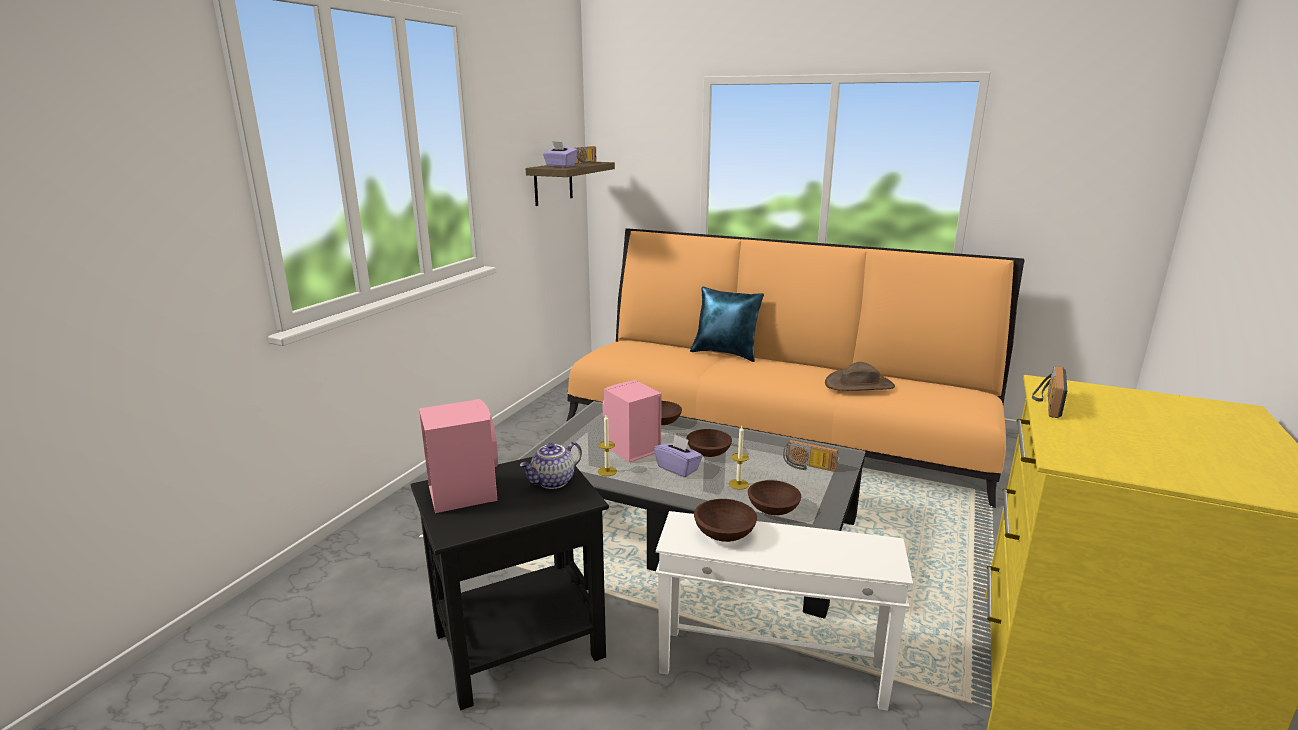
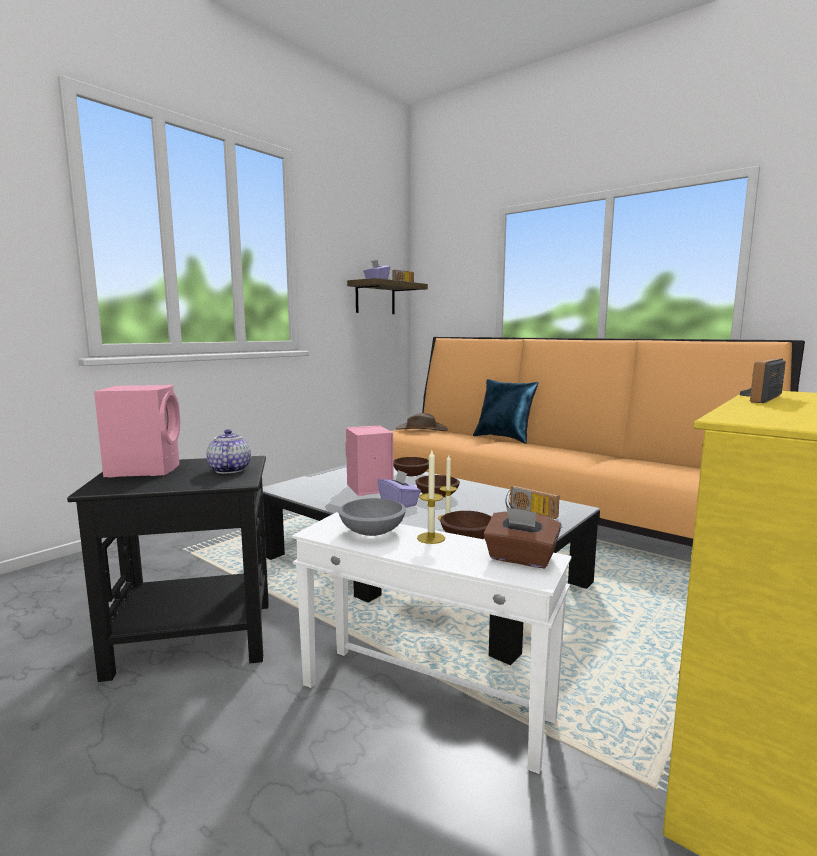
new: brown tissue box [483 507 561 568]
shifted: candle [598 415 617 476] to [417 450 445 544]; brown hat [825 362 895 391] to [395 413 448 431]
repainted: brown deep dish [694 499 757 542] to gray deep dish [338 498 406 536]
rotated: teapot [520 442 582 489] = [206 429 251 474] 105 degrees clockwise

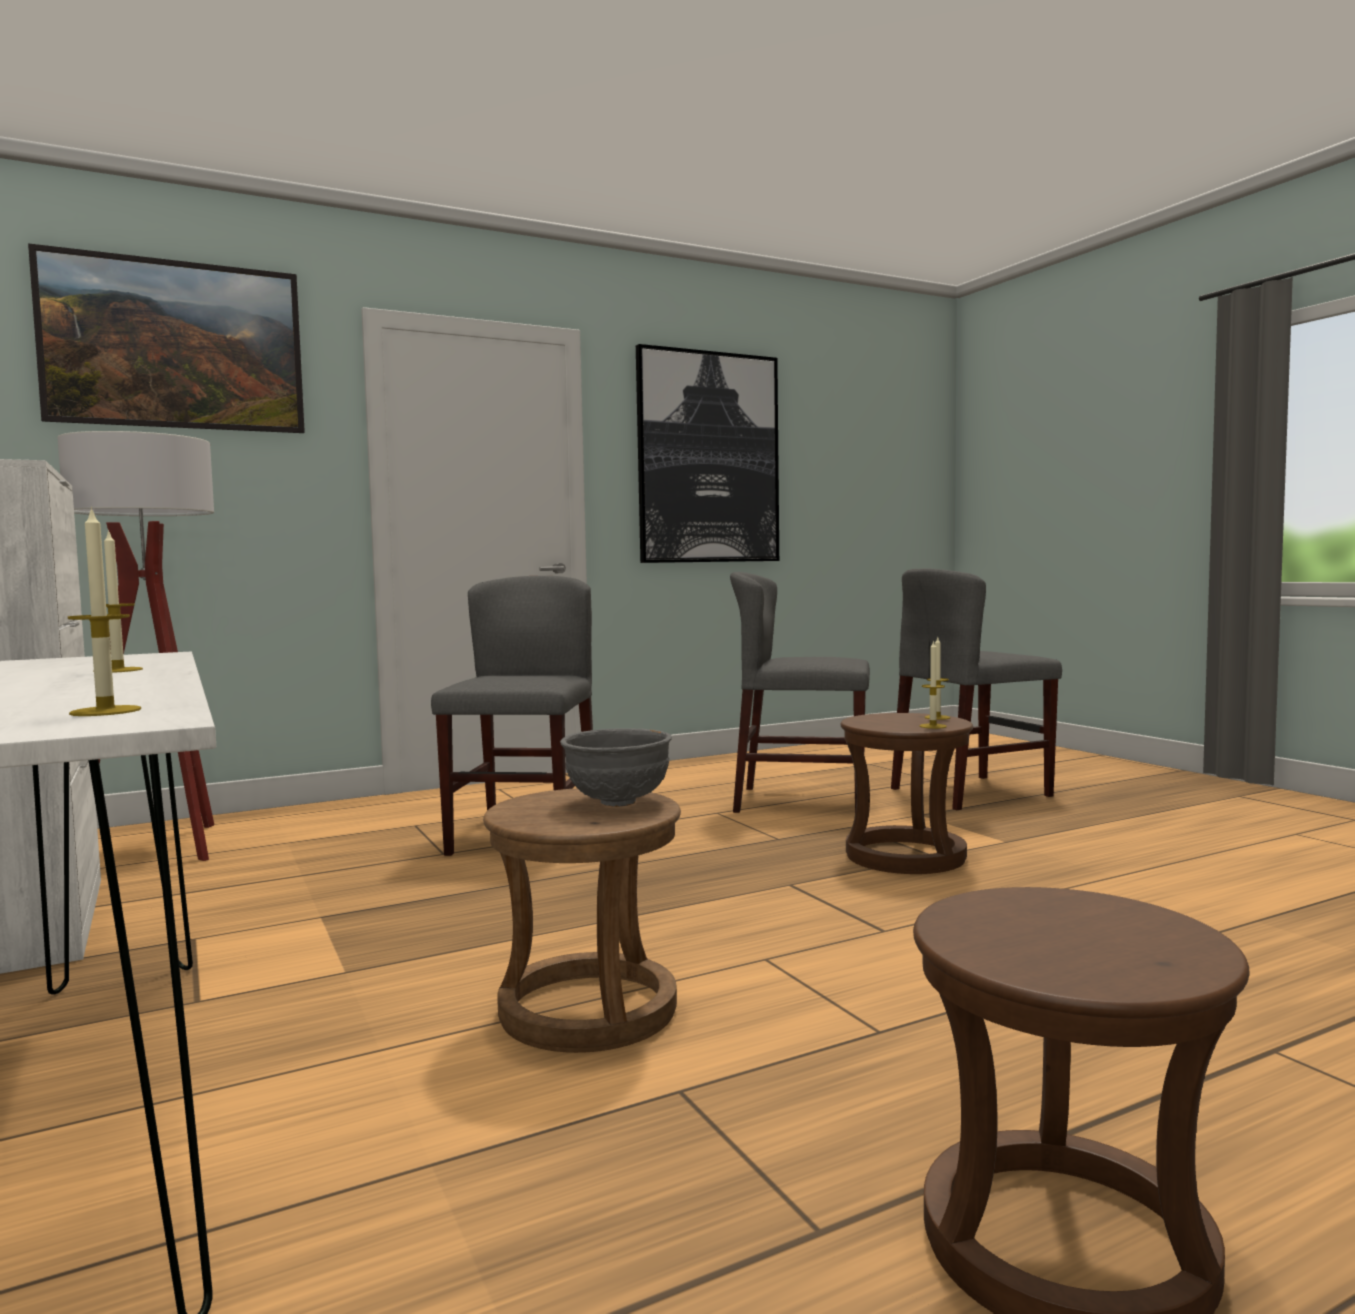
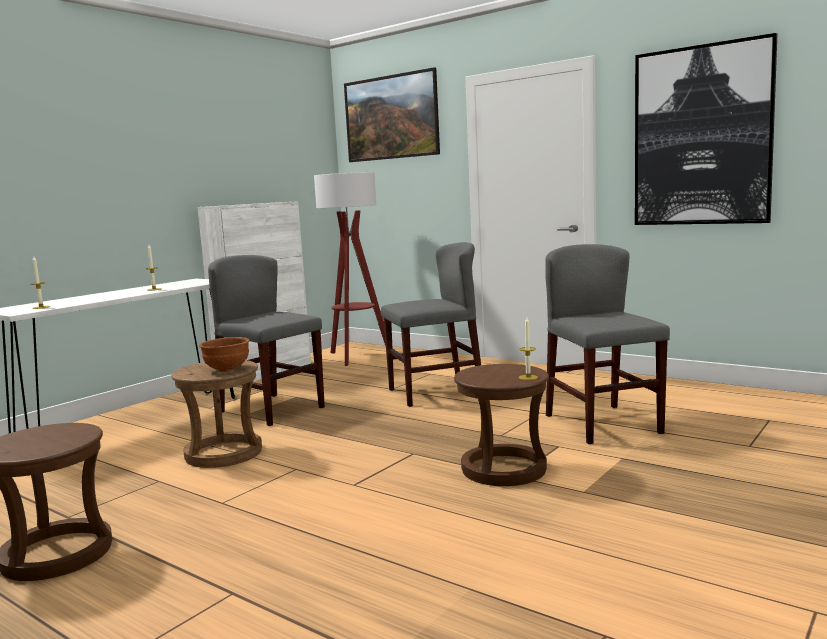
gone: candle [919 640 947 729]
shifted: gray upright chair [891 568 1062 810] to [208 255 325 426]
repainted: gray deep dish [560 728 672 807] to brown deep dish [199 337 250 372]

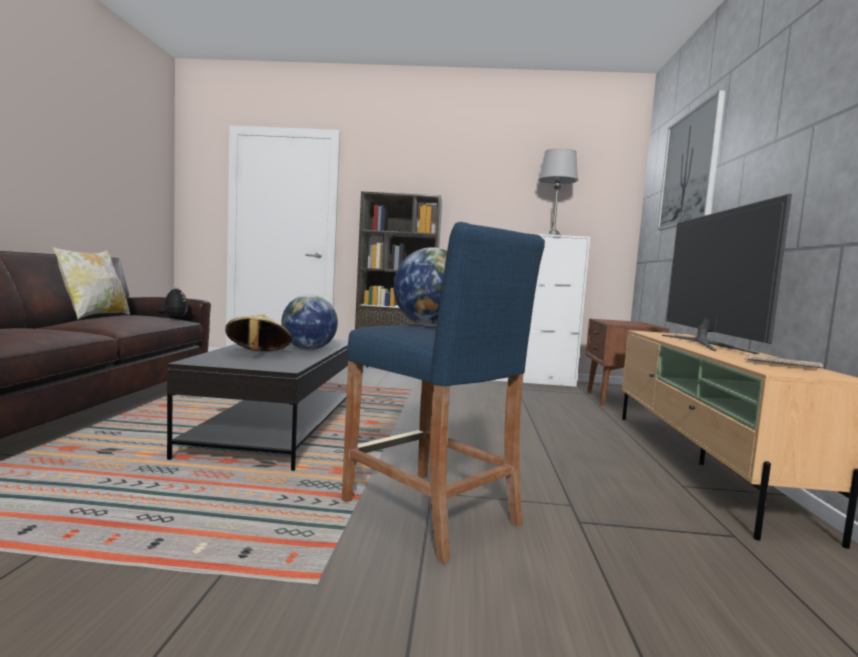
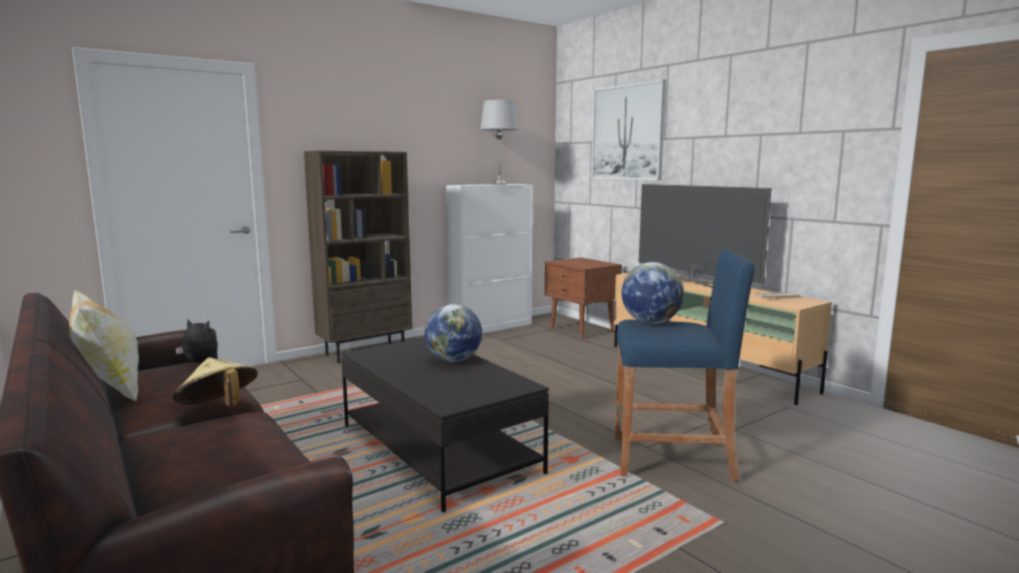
shifted: beige-coloured hat [225 314 292 351] to [173 357 258 406]

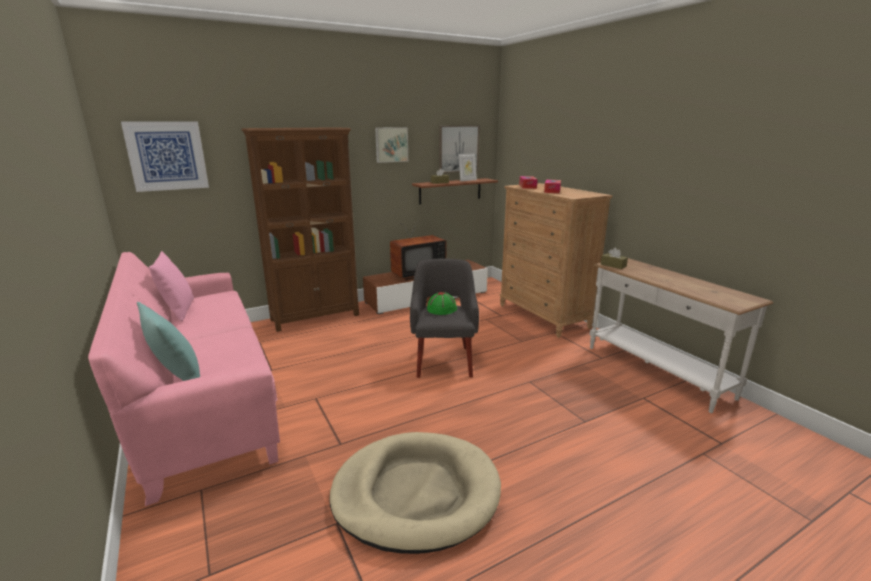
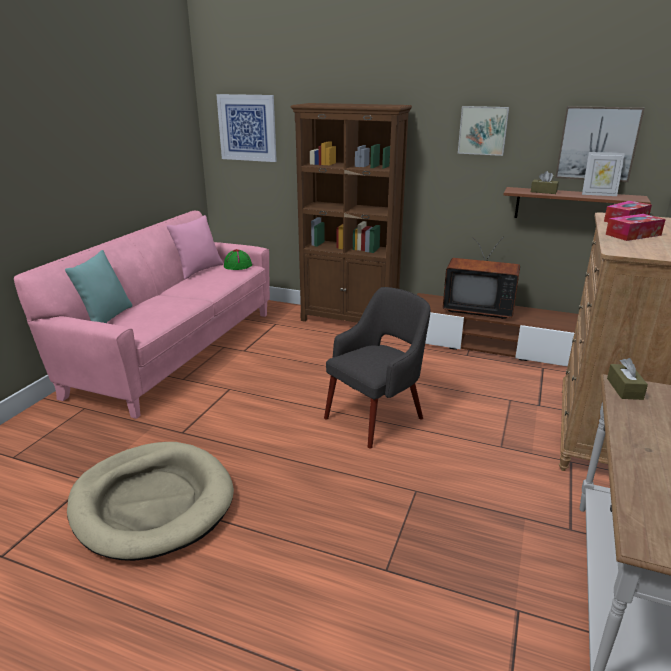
shifted: green-coloured hat [427 292 457 315] to [224 249 252 270]

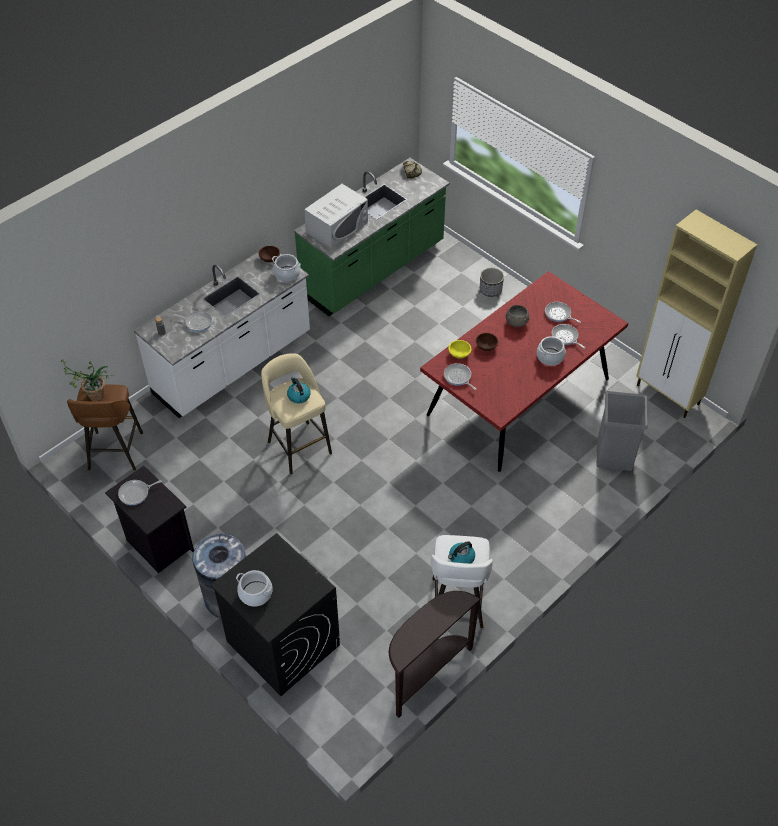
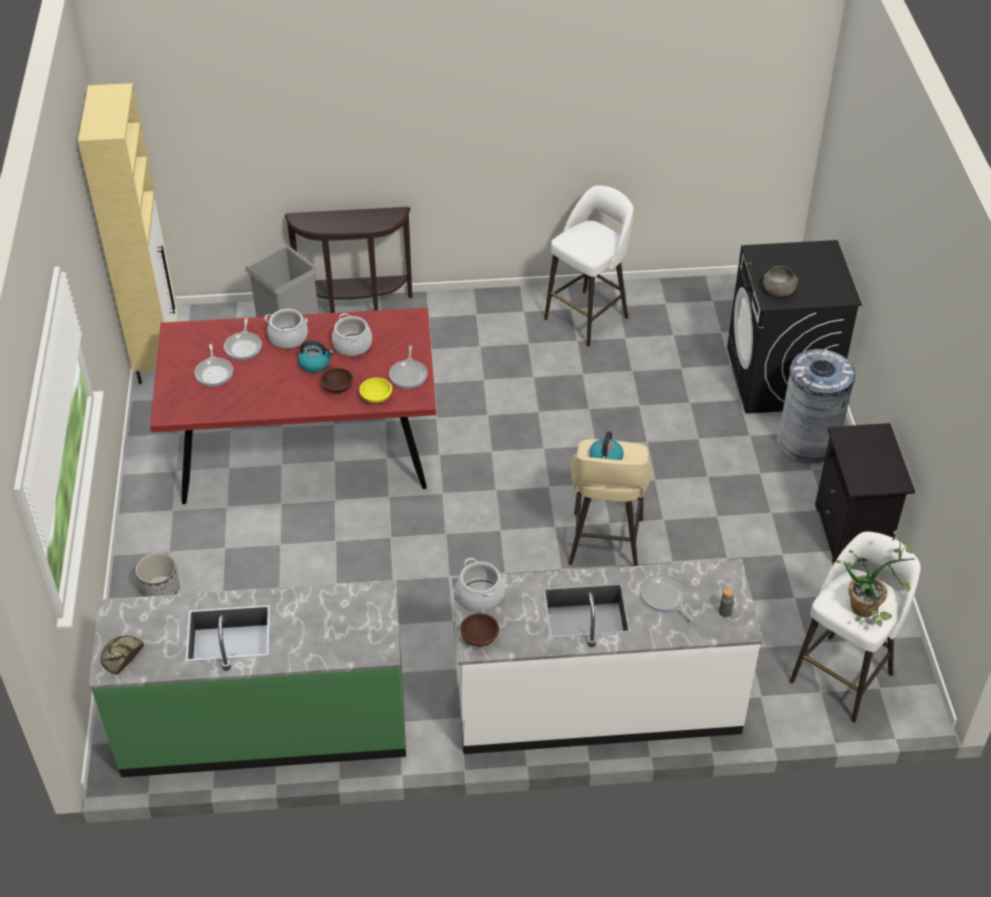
gone: pan [118 480 162 505]; white microwave oven [304 184 368 248]
shifted: stockpot [236 570 273 607] to [332 313 372 356]; brown narrow table [389 591 481 718] to [285 207 412 313]; tea kettle [448 541 475 563] to [298 341 334 373]; gray deep dish [505 305 530 327] to [763 266 798 297]
repainted: brown stool [67 384 143 471] to white stool [790 532 921 722]

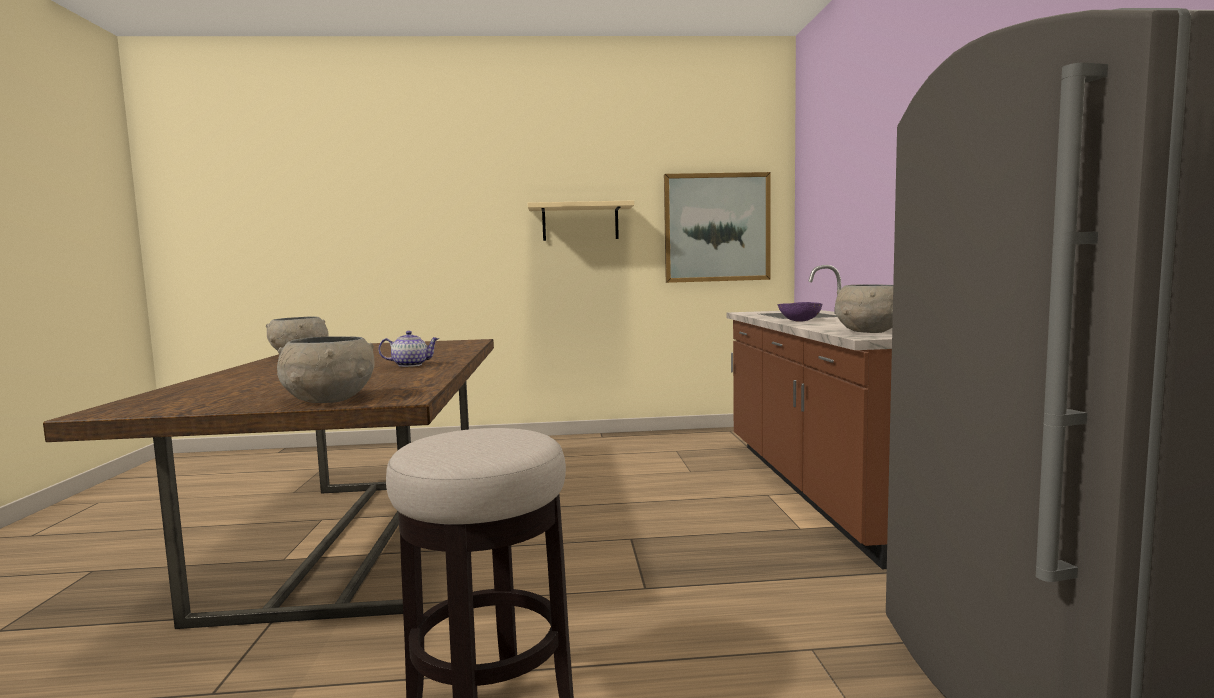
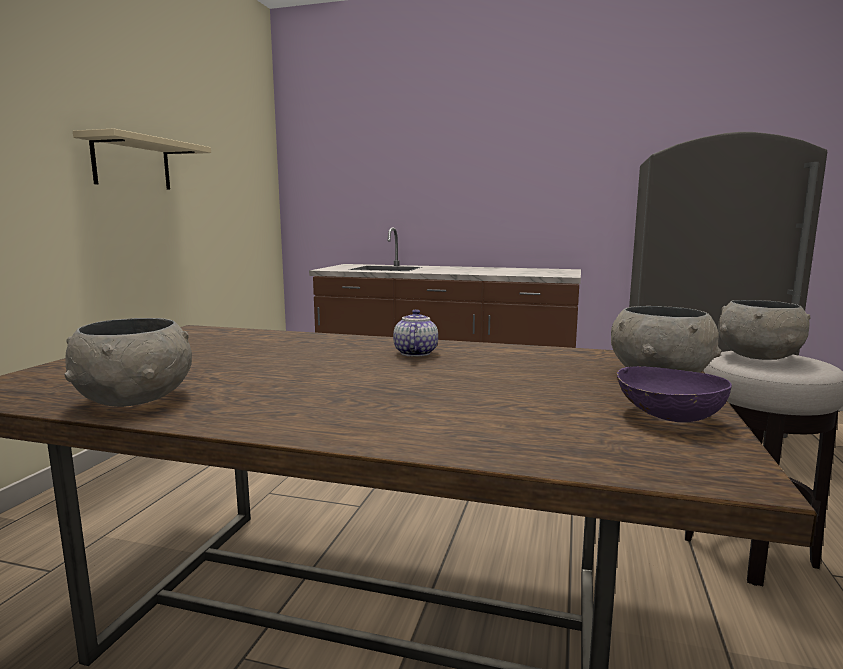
gone: wall art [664 172 771 283]
shifted: purplish deep dish [777 302 822 322] to [617 366 732 422]; gray deep dish [835 284 893 333] to [718 300 810 360]

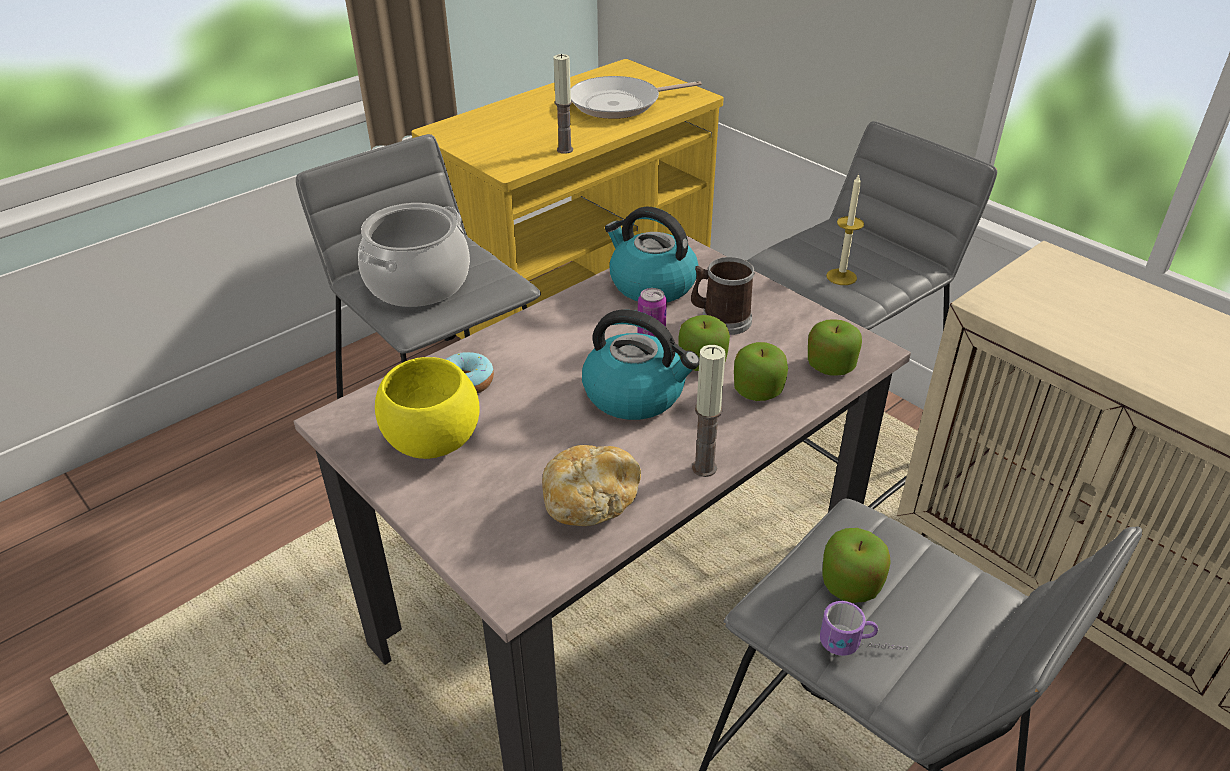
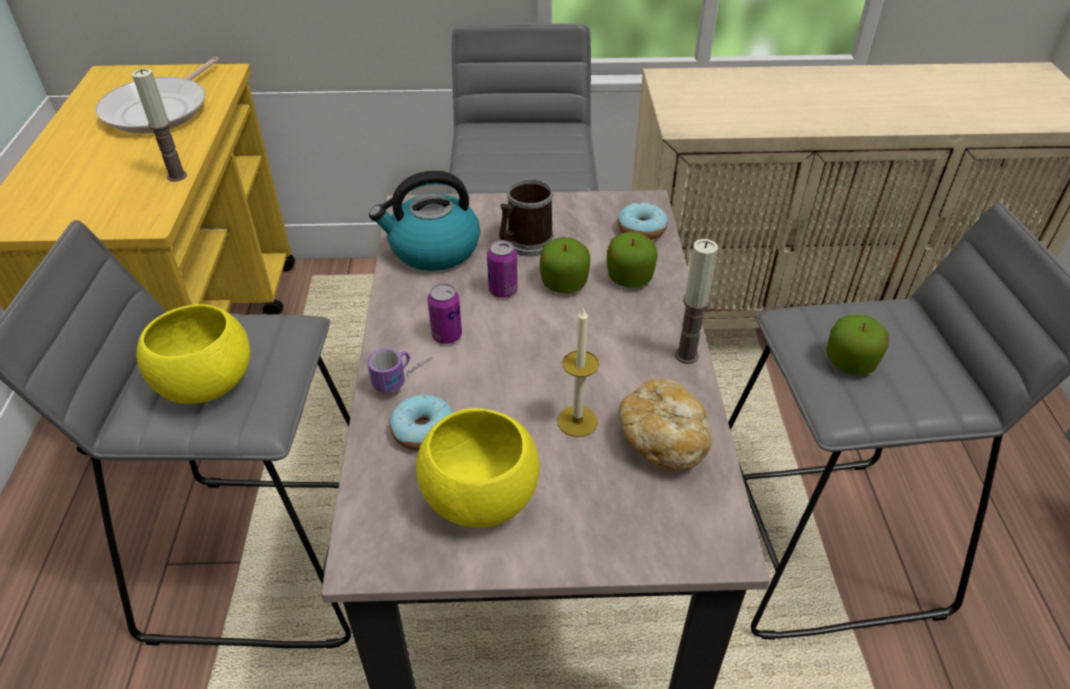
gone: tea kettle [582 310 699 420]
new: metal can [427 284 462 344]
shifted: tea mug [820 601 908 656] to [367 348 432 393]; candle [826 173 864 285] to [558 307 599 437]
swapped: stockpot [358 203 470 307] to yellowish deep dish [136 304 250 404]; apple fruit [808 319 862 376] to donut [618 203 667 240]

